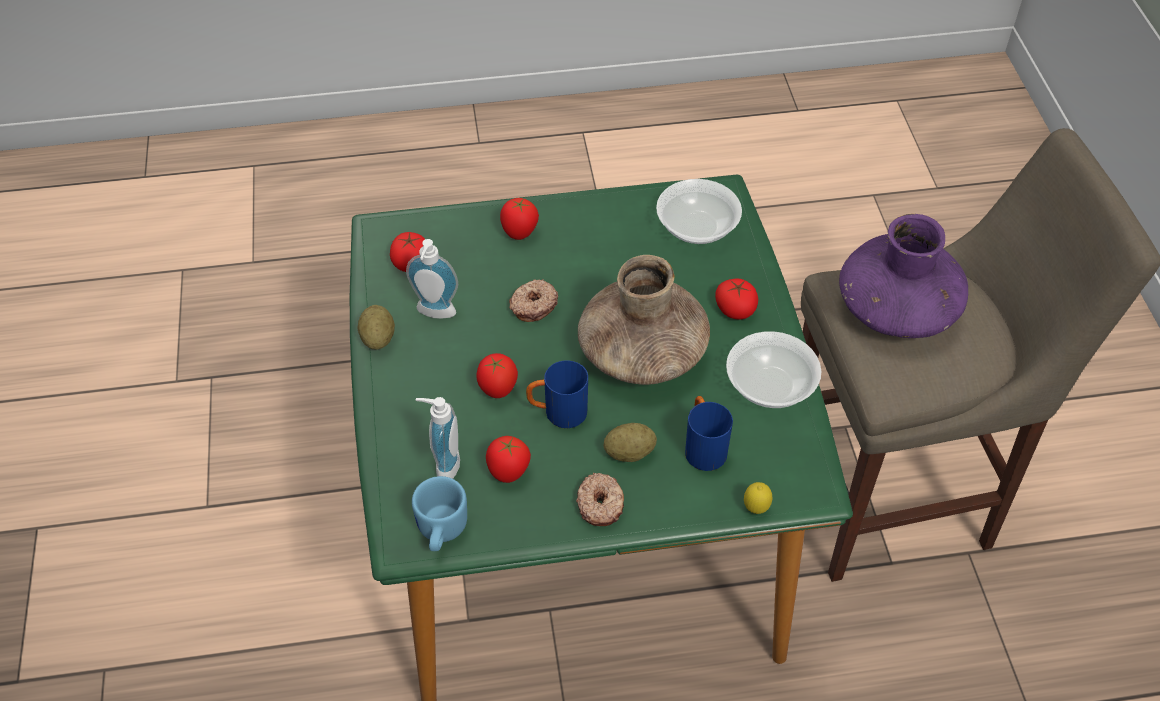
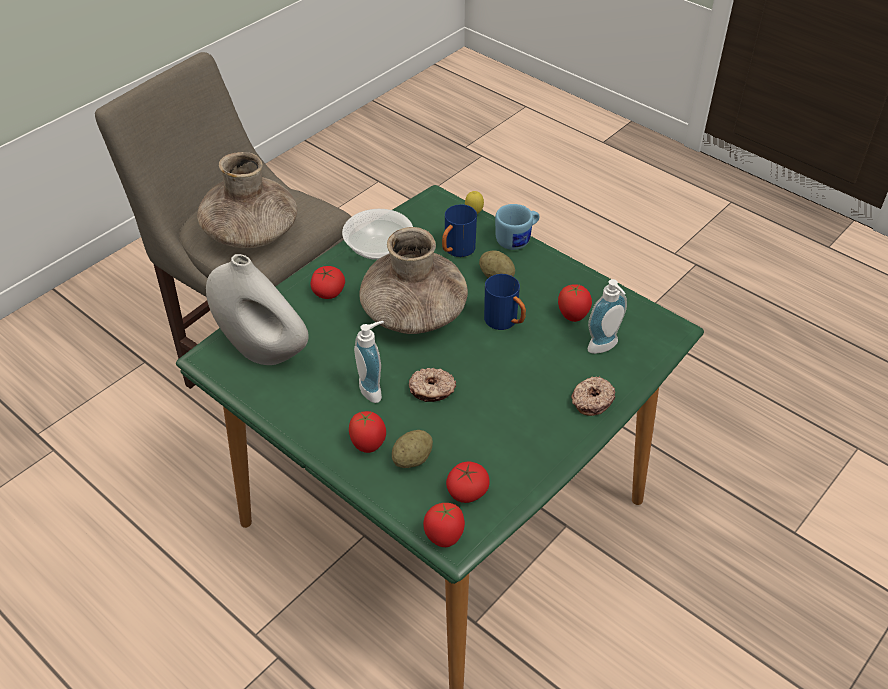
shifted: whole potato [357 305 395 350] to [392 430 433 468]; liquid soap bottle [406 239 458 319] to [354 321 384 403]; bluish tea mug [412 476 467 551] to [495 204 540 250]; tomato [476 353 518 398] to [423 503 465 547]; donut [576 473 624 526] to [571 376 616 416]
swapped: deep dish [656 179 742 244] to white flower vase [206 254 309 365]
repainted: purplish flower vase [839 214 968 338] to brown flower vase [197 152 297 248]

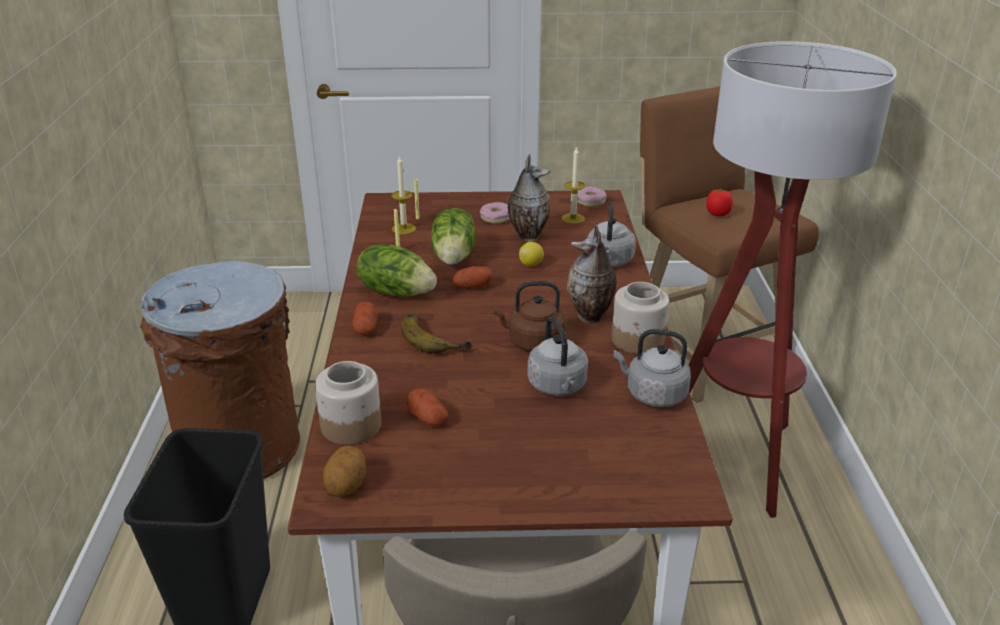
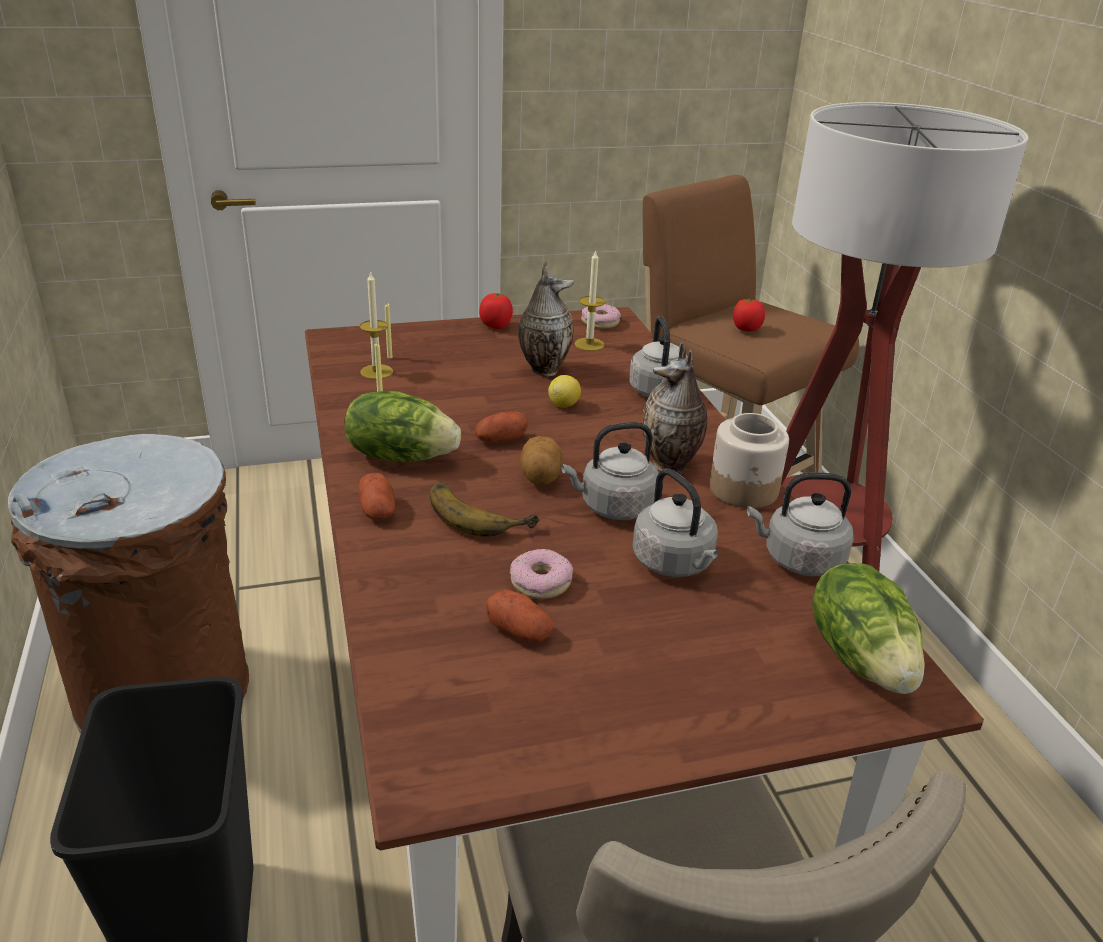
gone: storage jar [315 361 381 445]
new: tomato [479 293 513 329]
shifted: whole potato [323 445 366 497] to [520 436 563 485]; head of lettuce [431 208 476 265] to [812 563 925 694]; donut [480 202 510 224] to [510 549 573 599]
repainted: brown tea kettle [493 281 566 352] to gray tea kettle [561 422 659 520]

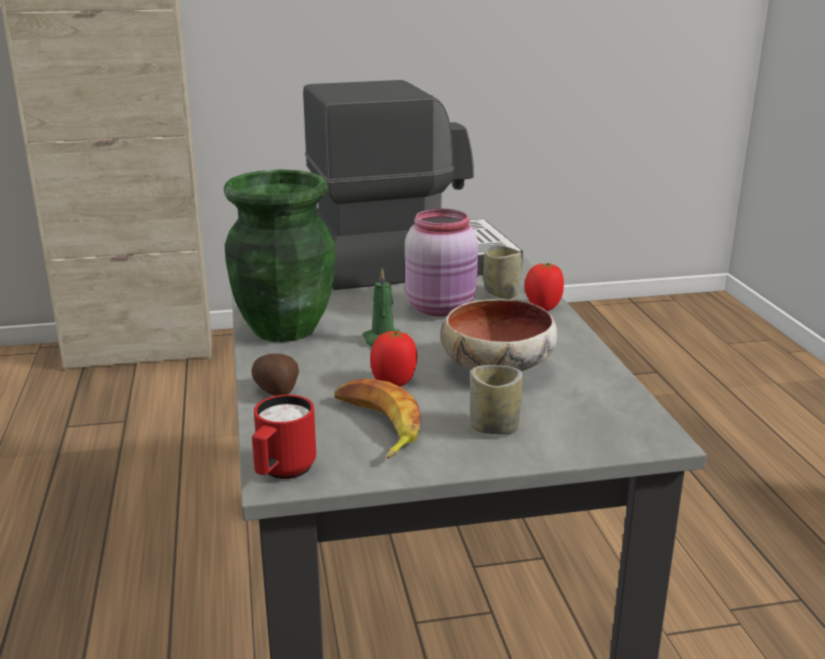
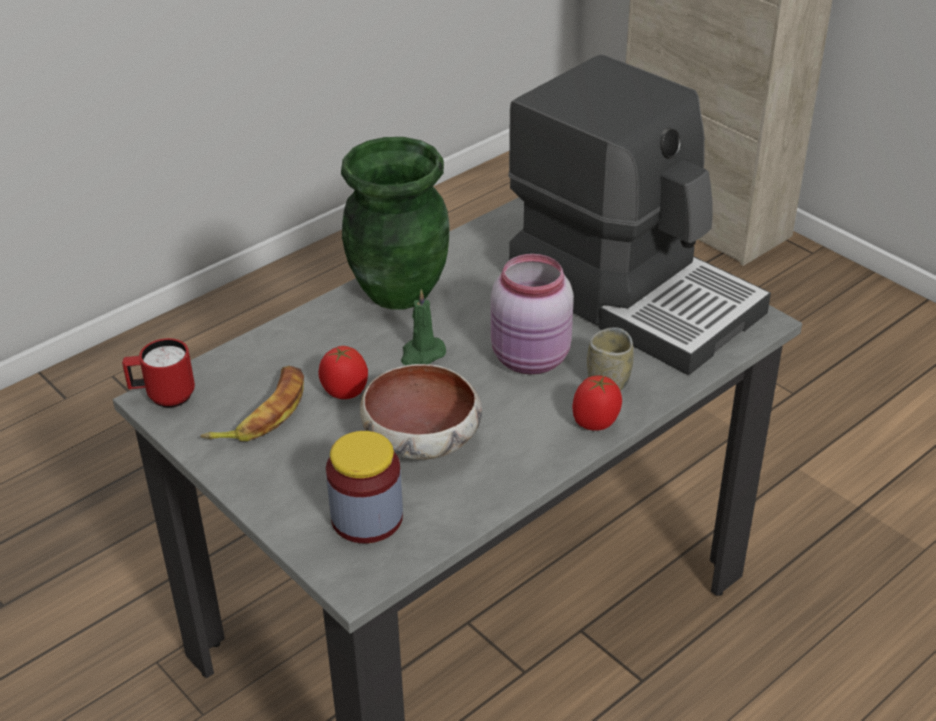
gone: whole potato [252 353 299 396]; small cup [470 365 523 435]
new: storage jar [326 431 403 543]

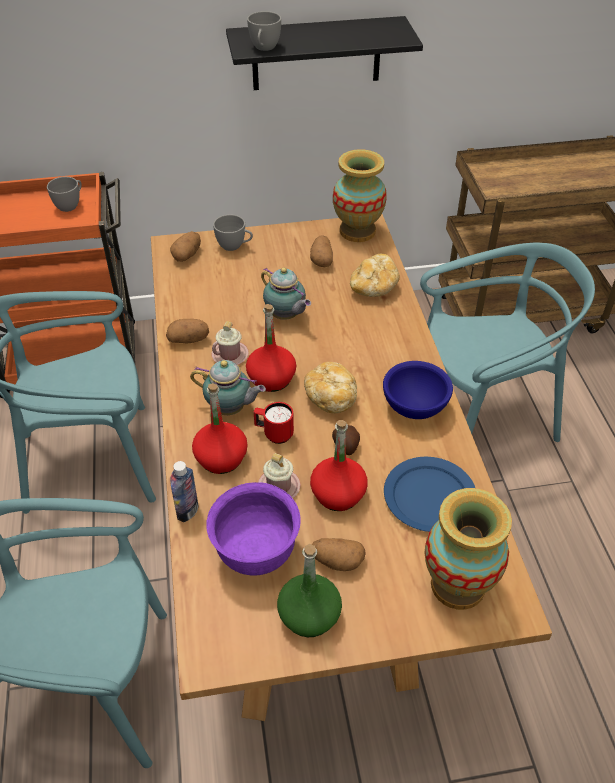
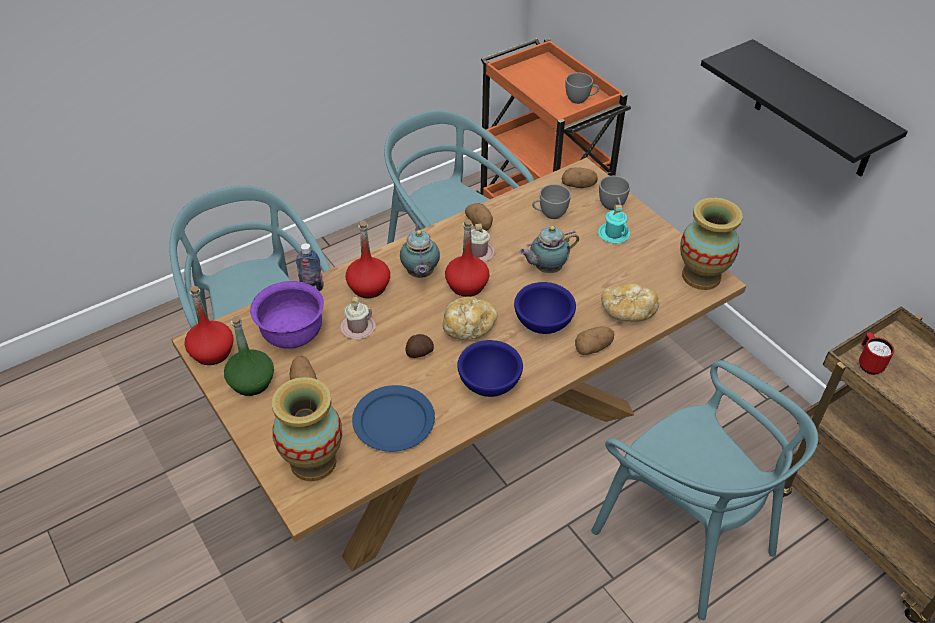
new: bluish deep dish [514 282 576 334]; turquoise-coloured tea mug [598 205 630 243]
shifted: gray small cup [247 11 281 51] to [532 184 571 219]; reddish tea mug [254 402 294 444] to [859 332 894 375]; whole potato [310 236 333 267] to [575 326 614 355]; reddish bottle [310 420 368 511] to [185 286 234 365]
rotated: teapot [261 267 311 320] = [519 226 579 273] 45 degrees clockwise

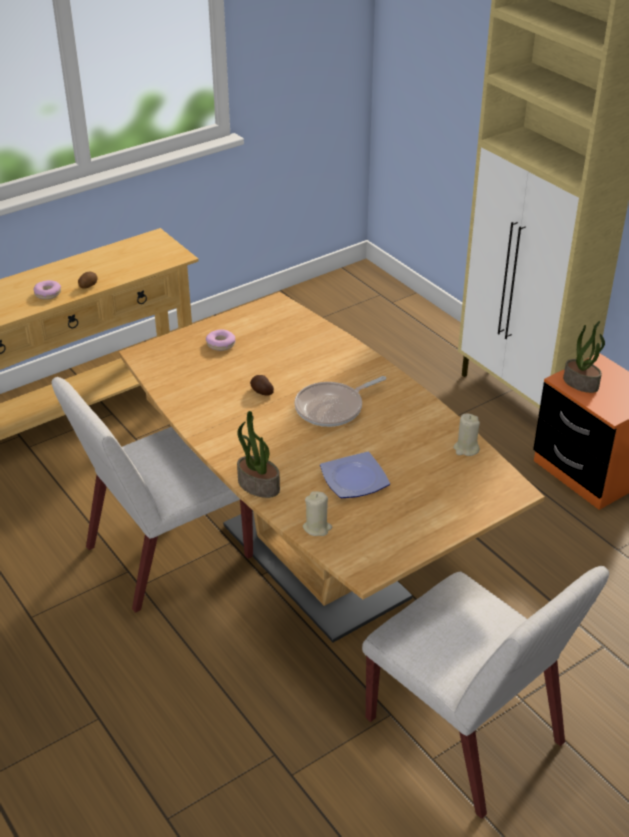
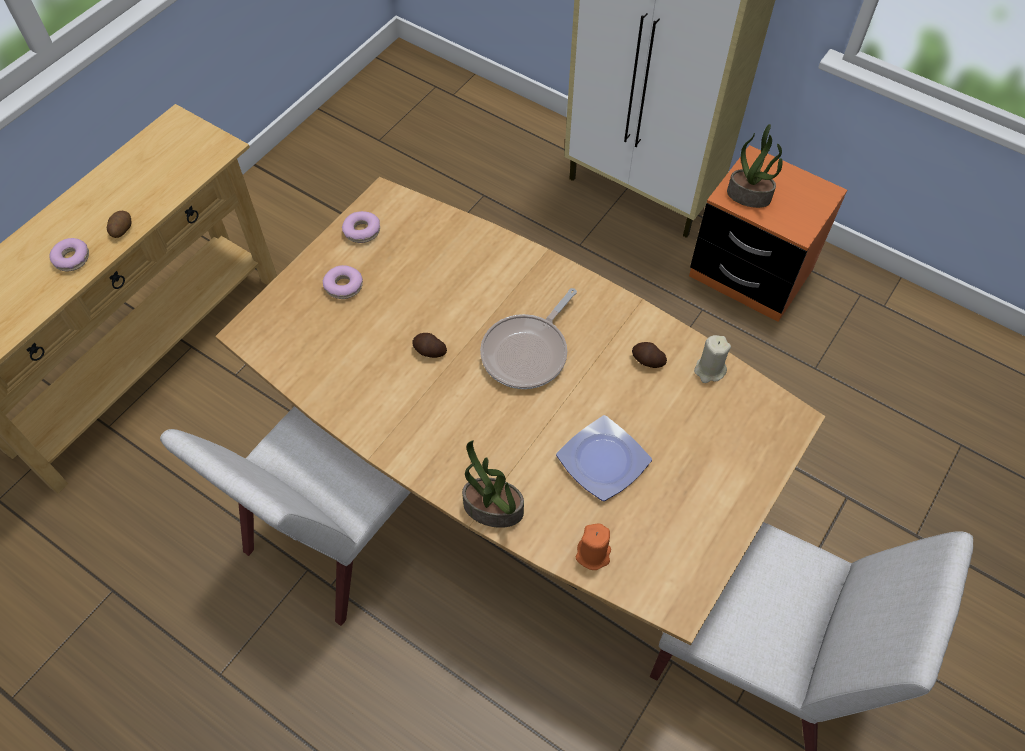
new: donut [342 211 380 243]; whole potato [632 342 667 368]
repainted: beige-coloured candle [303 491 332 536] to orange-coloured candle [576 523 611 570]

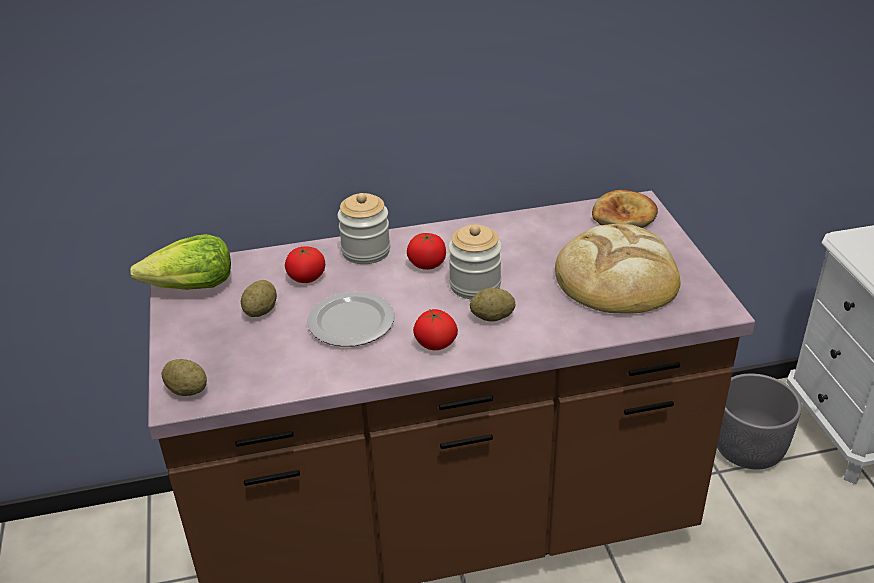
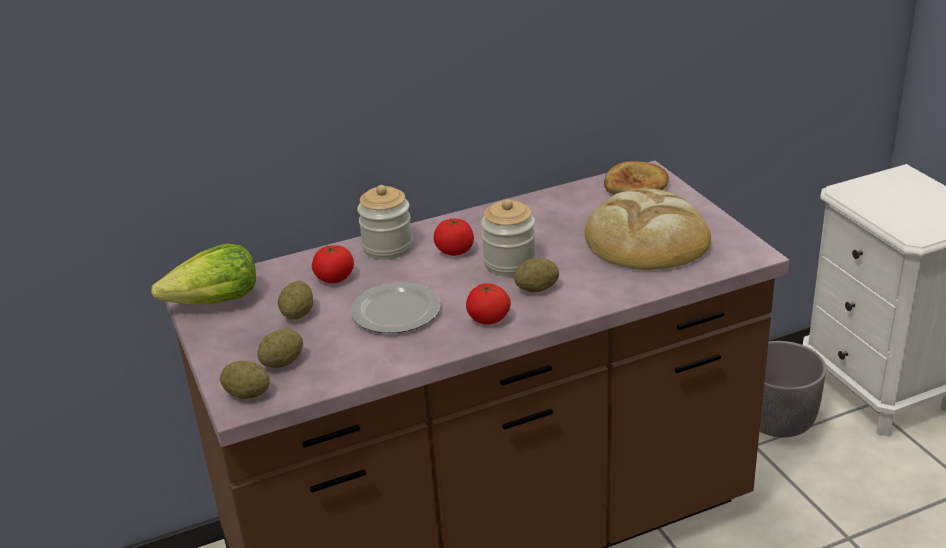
new: whole potato [257 329 303 368]

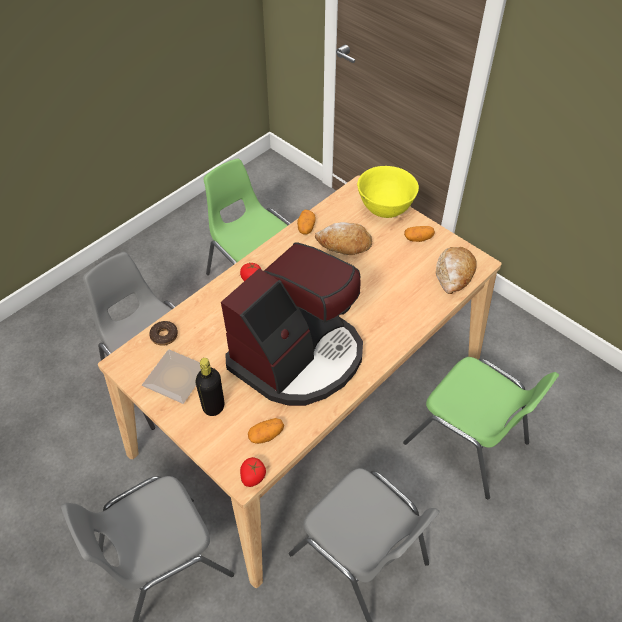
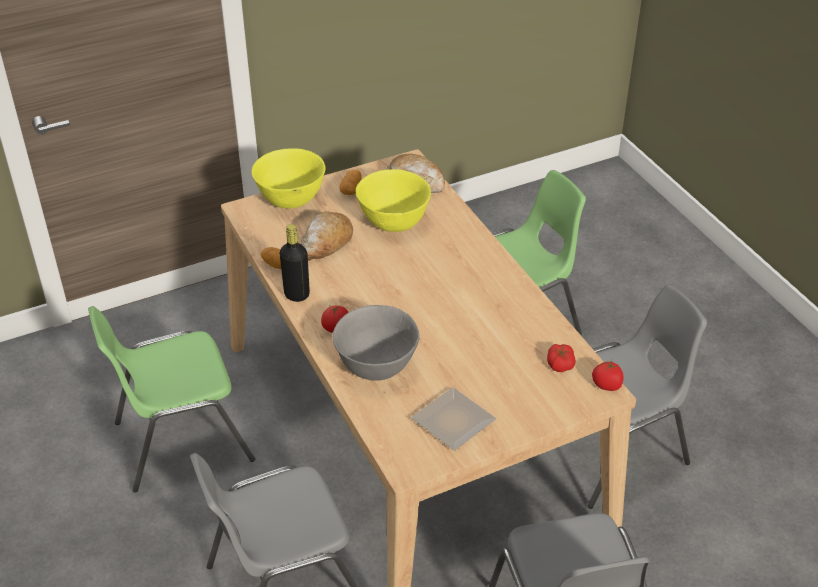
gone: donut [149 321 178 346]; coffee maker [221 242 363 406]
new: gray deep dish [332 305 420 381]; yellowish deep dish [356 169 431 232]
shifted: black-coloured bottle [196 358 225 416] to [279 224 310 302]
swapped: whole potato [248 418 284 444] to tomato [547 344 575 372]

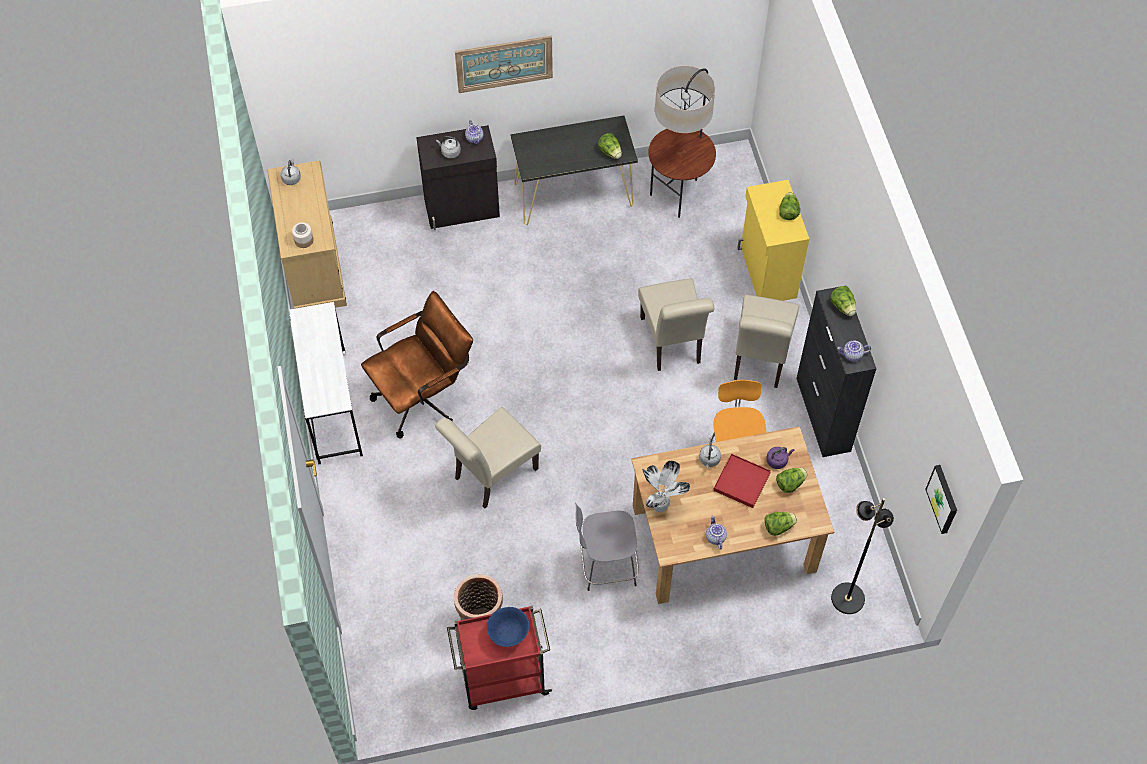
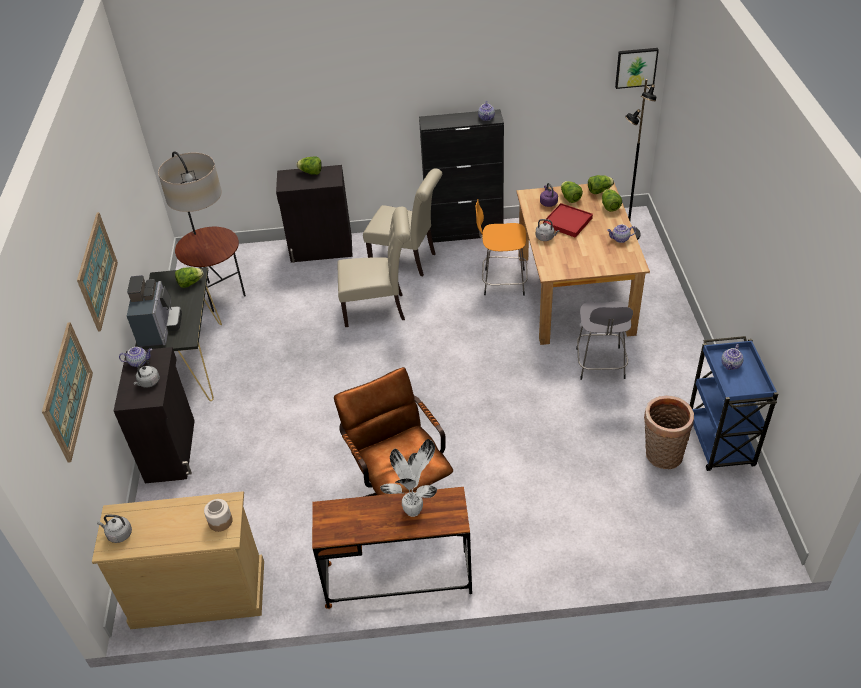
gone: beige-coloured upright chair [435 407 541 509]
new: wall art [42 322 93 463]; coffee maker [127 275 182 347]
shifted: potted plant [642 461 690 512] to [380 439 437 517]; head of lettuce [830 286 856 316] to [588 175 614 194]
swapped: bluish deep dish [487 607 529 647] to teapot [721 344 744 370]
repainted: white desk [289 302 363 464] to brown desk [312 487 472 609]; reddish cart [447 606 552 710] to bluish cart [690 336 778 471]; yellowish storage cabinet [737 180 809 301] to black-coloured storage cabinet [276 165 353 263]

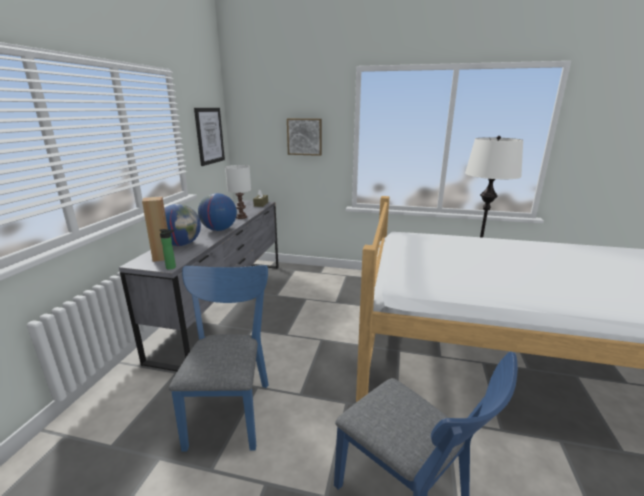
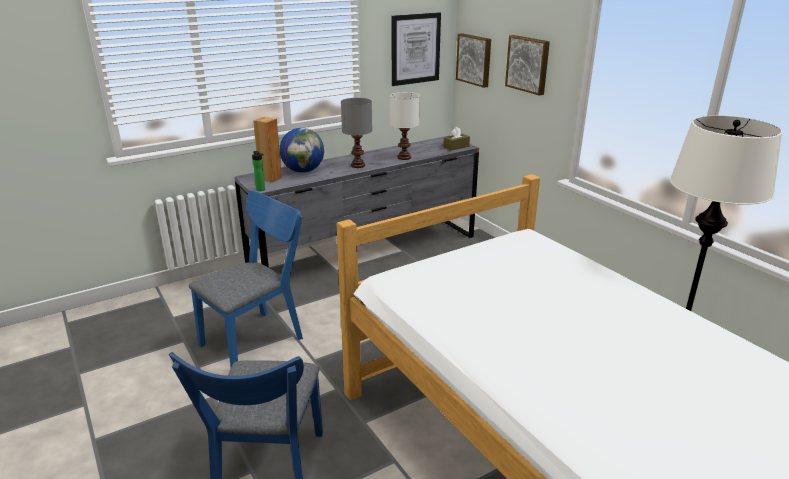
new: wall art [456 33 491 88]
swapped: desk globe [198 193 237 231] to gray table lamp [341 98 372 168]

